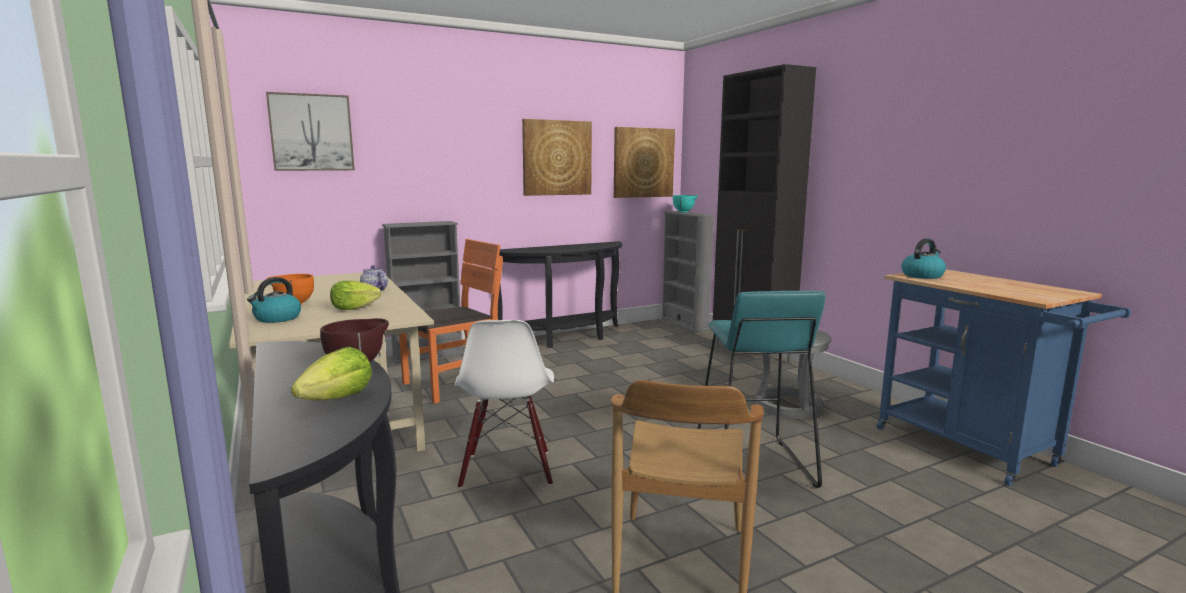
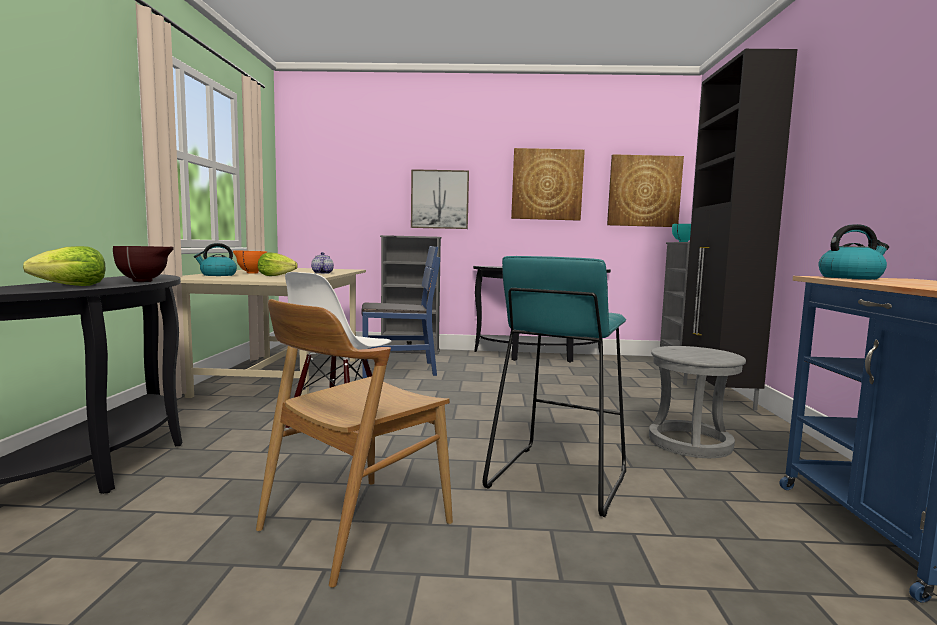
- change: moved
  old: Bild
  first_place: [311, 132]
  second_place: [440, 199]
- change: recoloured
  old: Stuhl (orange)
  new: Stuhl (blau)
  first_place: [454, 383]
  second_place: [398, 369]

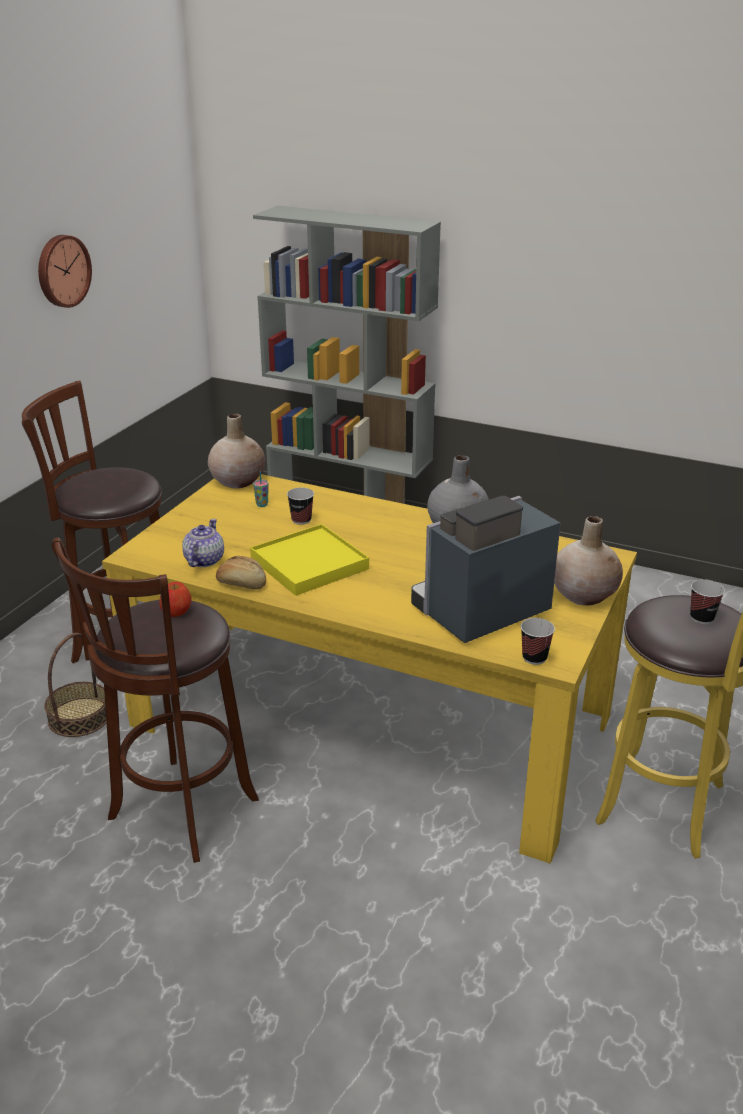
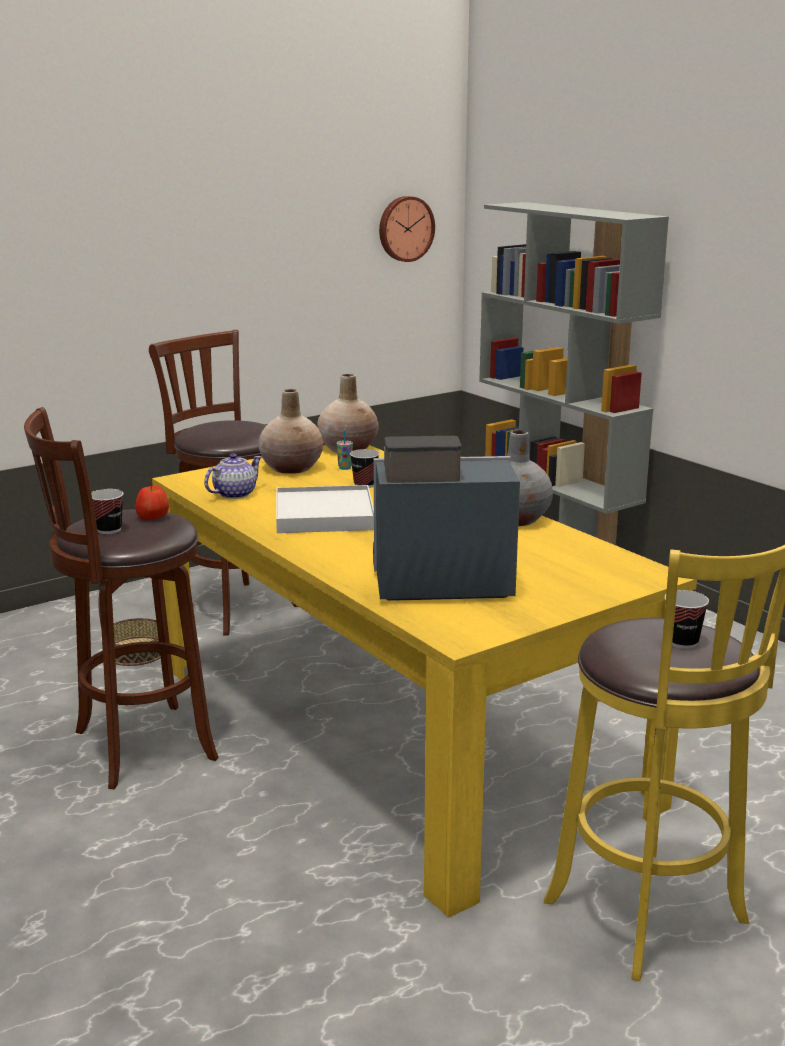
- change: moved
  old: Wanduhr
  first_place: [62, 271]
  second_place: [405, 228]
- change: removed
  old: Brot
  first_place: [242, 583]
- change: recoloured
  old: Tablett (gelb)
  new: Tablett (weiß)
  first_place: [309, 564]
  second_place: [324, 515]
- change: moved
  old: Tasse
  first_place: [534, 658]
  second_place: [109, 529]
- change: moved
  old: Vase (beige)
  first_place: [584, 594]
  second_place: [292, 468]

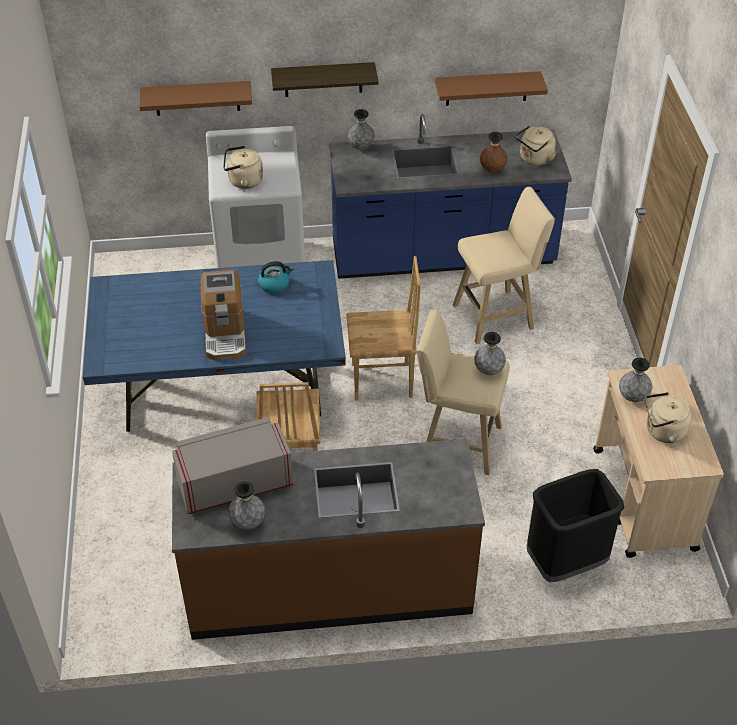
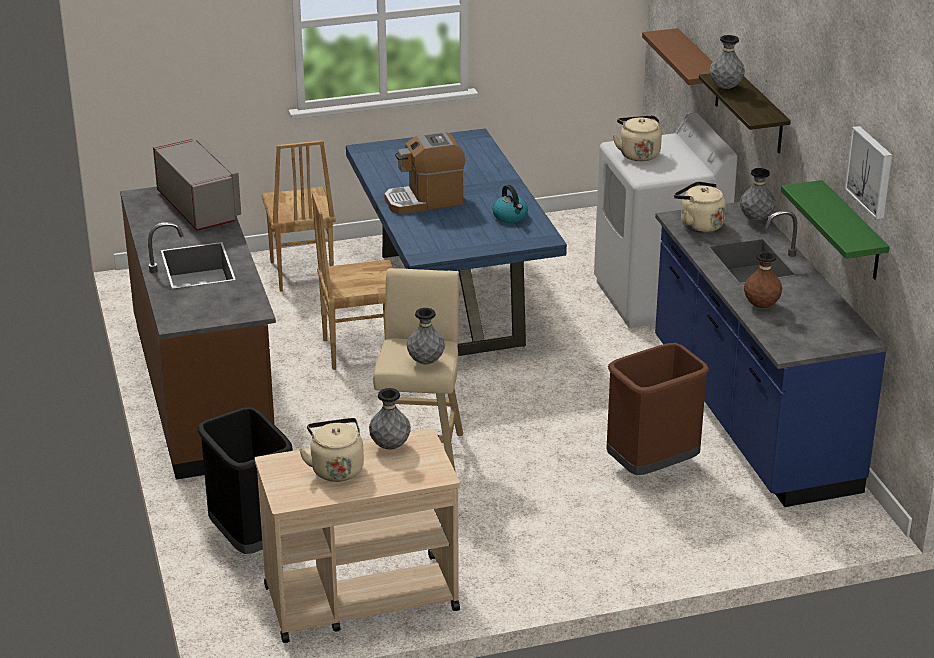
- change: moved
  old: Vase (grau)
  first_place: [248, 522]
  second_place: [725, 87]
- change: moved
  old: Stuhl (braun)
  first_place: [382, 381]
  second_place: [300, 274]
- change: recoloured
  old: Wandregal (braun)
  new: Wandregal (grün)
  first_place: [487, 88]
  second_place: [852, 232]
- change: replaced
  old: Hocker (beige)
  new: Mülleimer (braun)
  first_place: [497, 316]
  second_place: [652, 466]
- change: moved
  old: Wasserkessel (beige)
  first_place: [534, 159]
  second_place: [698, 225]
- change: added
  new: Bild
  second_place: [871, 171]

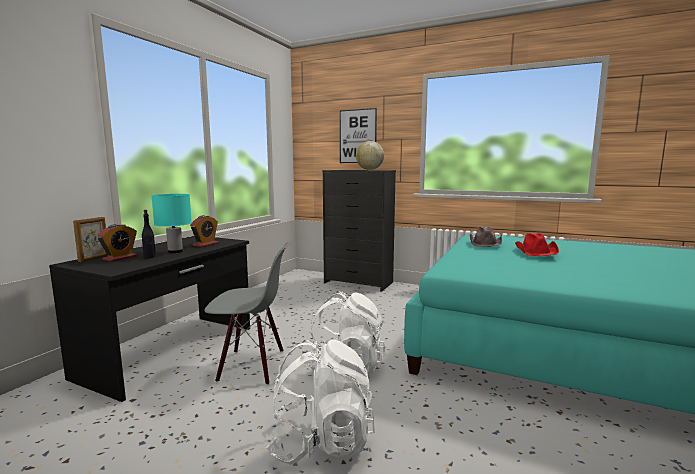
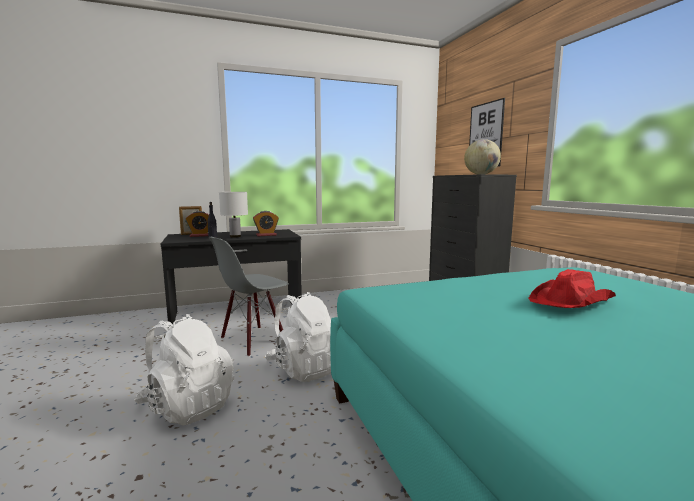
- change: recoloured
  old: Tischlampe (türkis)
  new: Tischlampe (weiß)
  first_place: [175, 251]
  second_place: [235, 236]
- change: turned
  old: Stuhl (grau)
  first_place: [252, 366]
  second_place: [253, 340]
  degrees: 90
- change: removed
  old: Hut (braun)
  first_place: [485, 243]

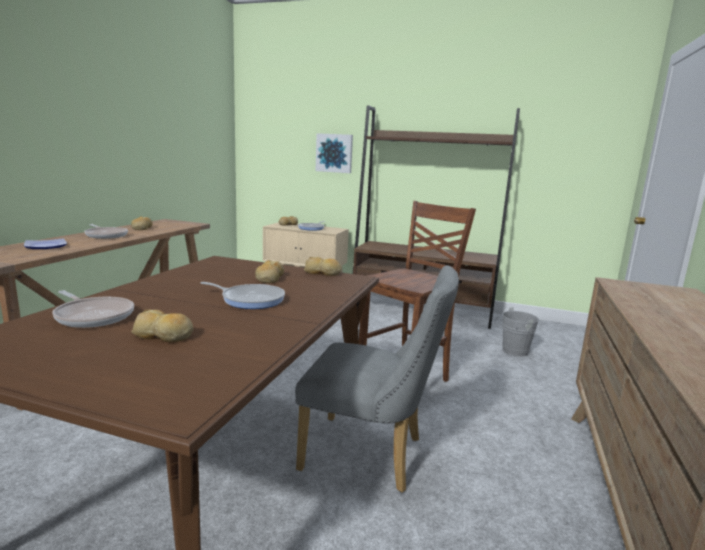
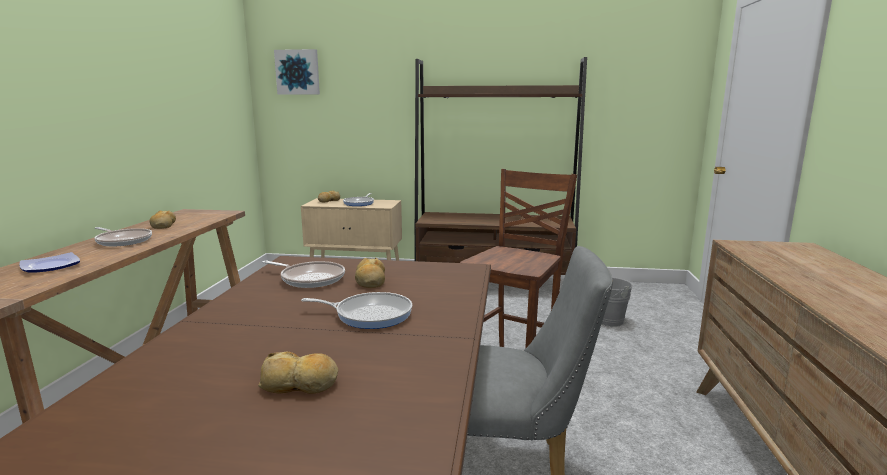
- change: moved
  old: Pfanne
  first_place: [93, 316]
  second_place: [310, 279]
- change: removed
  old: Brot
  first_place: [323, 273]
- change: moved
  old: Bild
  first_place: [334, 153]
  second_place: [298, 72]

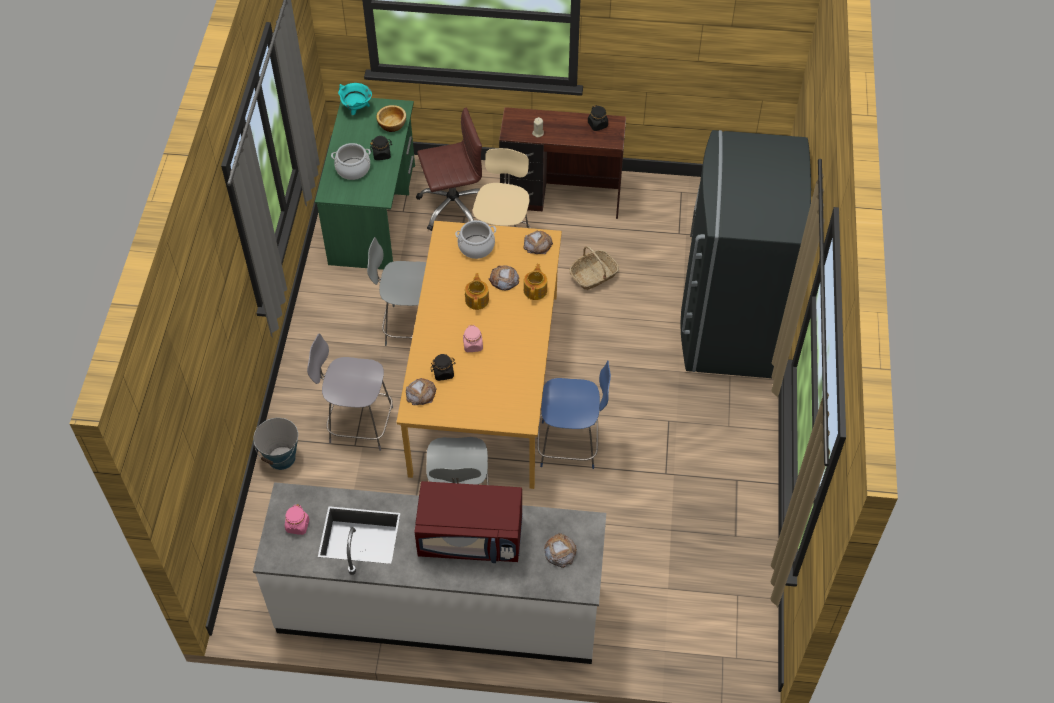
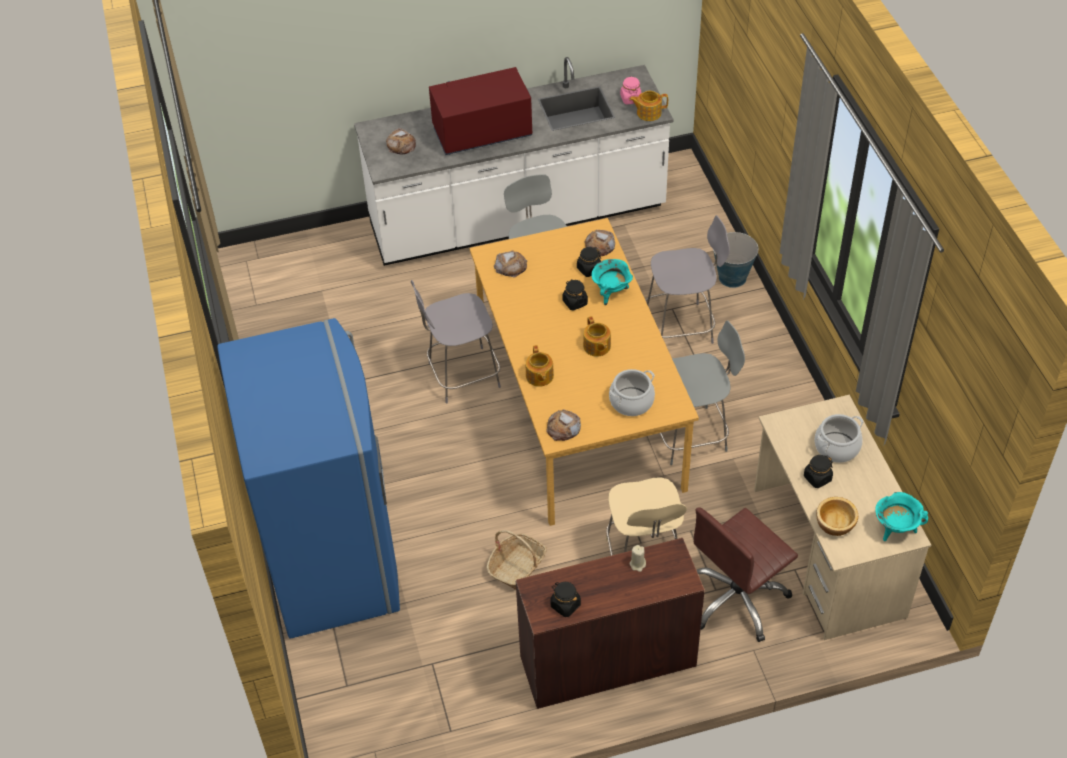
- change: recoloured
  old: Schreibtisch (grün)
  new: Schreibtisch (beige)
  first_place: [373, 214]
  second_place: [827, 552]
- change: recoloured
  old: Vorratsglas (rosa)
  new: Vorratsglas (schwarz)
  first_place: [473, 345]
  second_place: [574, 302]
- change: moved
  old: Brot
  first_place: [504, 279]
  second_place: [511, 266]
- change: recoloured
  old: Stuhl (blau)
  new: Stuhl (grau)
  first_place: [570, 445]
  second_place: [461, 375]
- change: recoloured
  old: Kühlschrank (grau)
  new: Kühlschrank (blau)
  first_place: [728, 324]
  second_place: [333, 559]
- change: added
  new: Kochtopf (türkis)
  second_place: [611, 293]
- change: added
  new: Teekanne
  second_place: [648, 113]

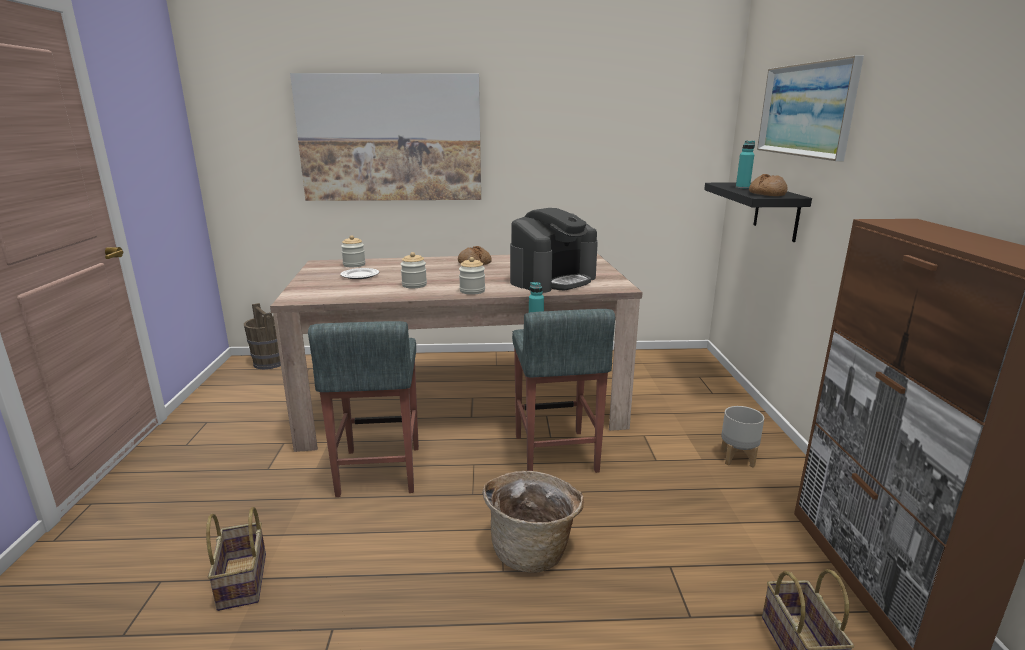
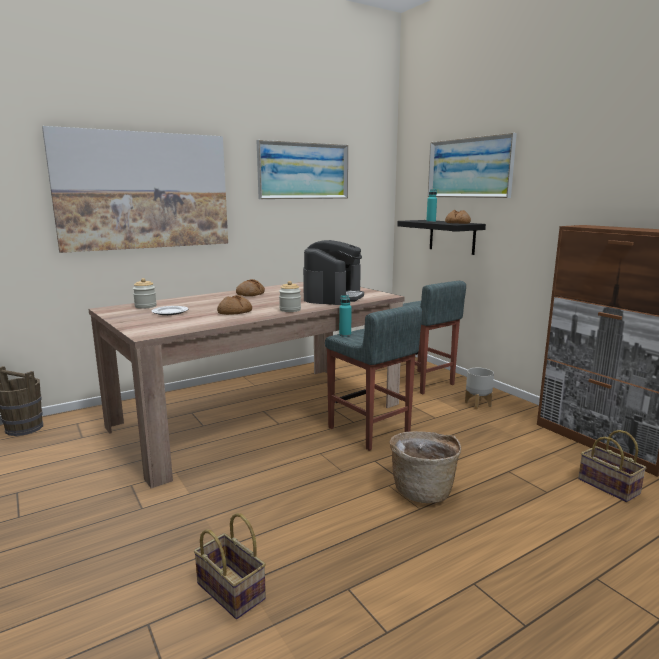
- change: moved
  old: Hocker (grau)
  first_place: [379, 471]
  second_place: [421, 382]
- change: replaced
  old: Vorratsglas
  new: Brot
  first_place: [414, 285]
  second_place: [235, 312]
- change: added
  new: Bild
  second_place: [303, 171]

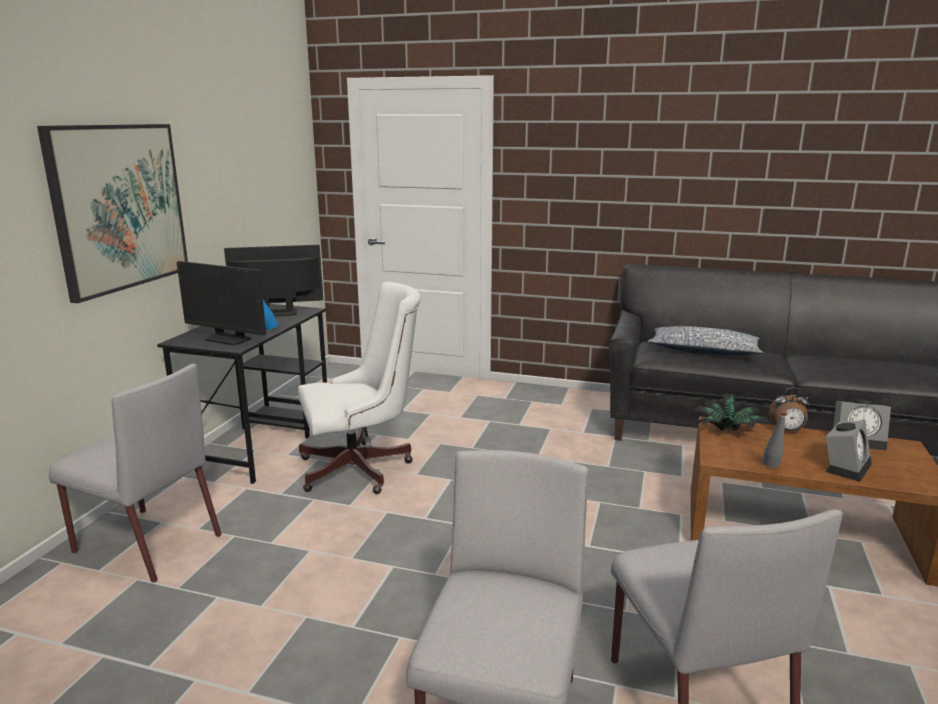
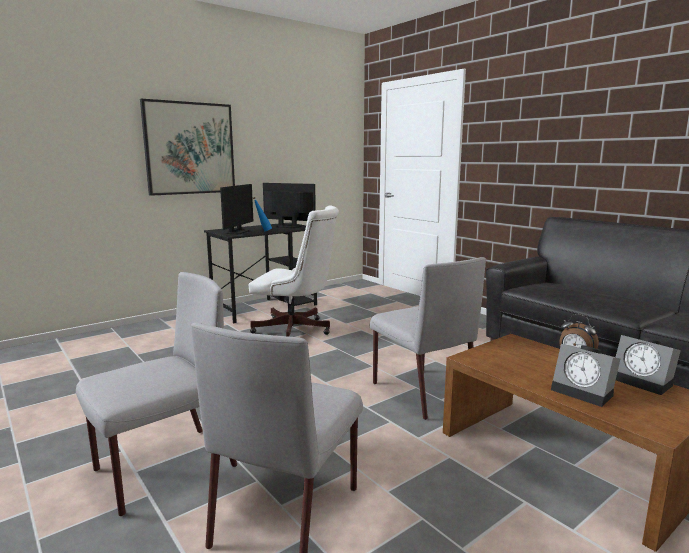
- change: moved
  old: Stuhl (grau)
  first_place: [146, 543]
  second_place: [421, 391]
- change: turned
  old: Monitor
  first_place: [228, 339]
  second_place: [237, 232]
  degrees: -135
- change: removed
  old: Kissen
  first_place: [703, 351]
- change: removed
  old: Topfpflanze
  first_place: [728, 432]
- change: removed
  old: Flasche (grau)
  first_place: [772, 468]
- change: turned
  old: Wecker
  first_place: [846, 466]
  second_place: [584, 392]
  degrees: 60

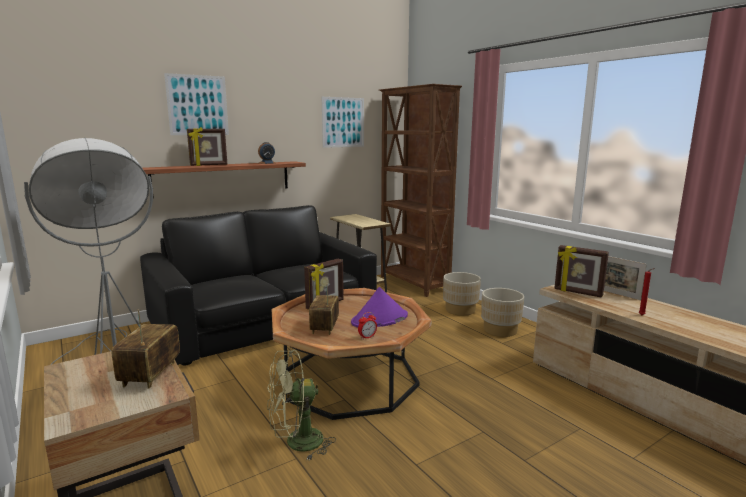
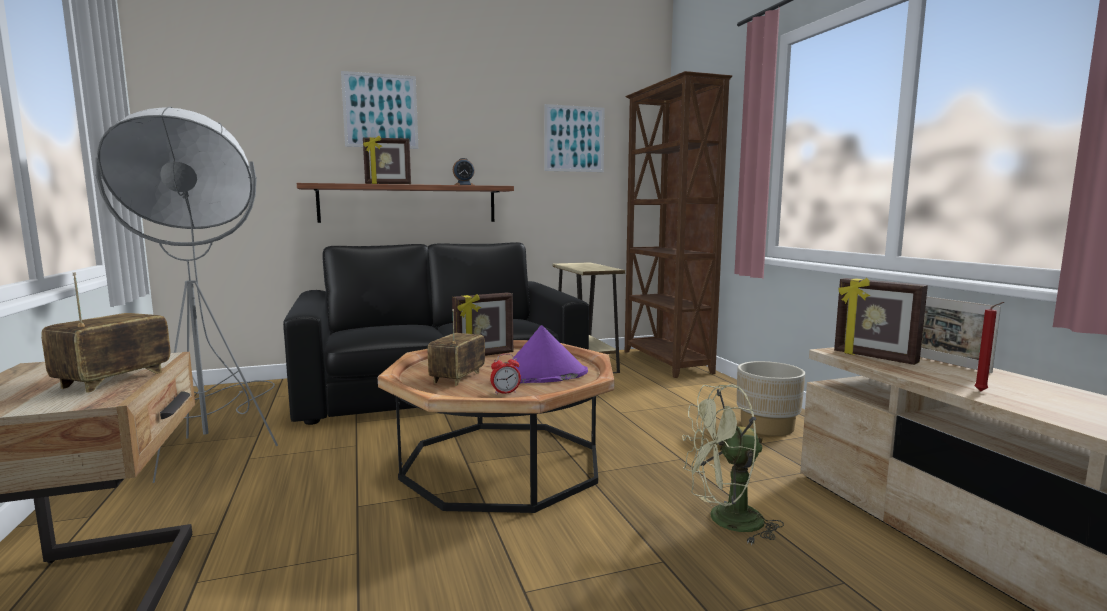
- change: moved
  old: Ventilator (grün)
  first_place: [296, 443]
  second_place: [725, 521]
- change: removed
  old: Pflanzkübel (beige)
  first_place: [460, 310]

